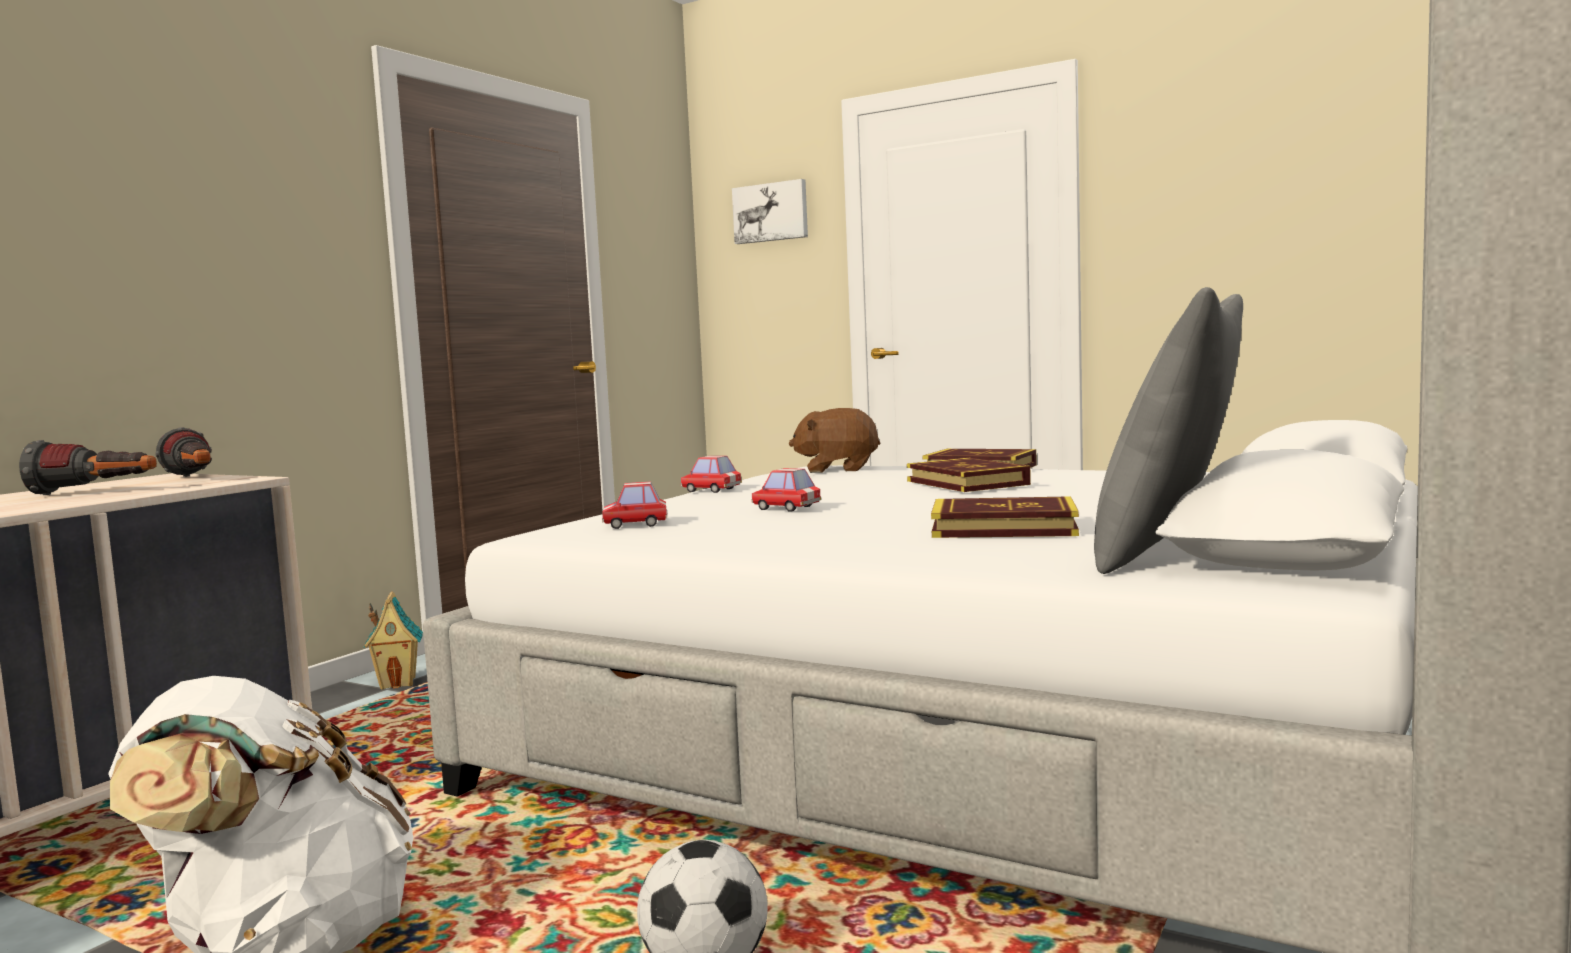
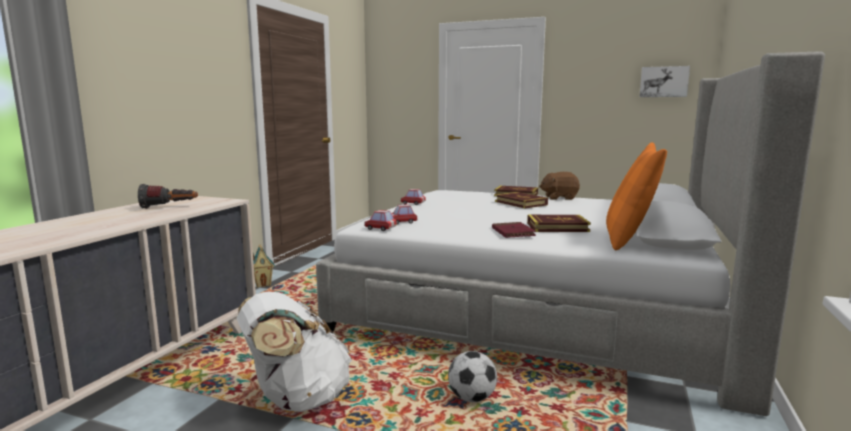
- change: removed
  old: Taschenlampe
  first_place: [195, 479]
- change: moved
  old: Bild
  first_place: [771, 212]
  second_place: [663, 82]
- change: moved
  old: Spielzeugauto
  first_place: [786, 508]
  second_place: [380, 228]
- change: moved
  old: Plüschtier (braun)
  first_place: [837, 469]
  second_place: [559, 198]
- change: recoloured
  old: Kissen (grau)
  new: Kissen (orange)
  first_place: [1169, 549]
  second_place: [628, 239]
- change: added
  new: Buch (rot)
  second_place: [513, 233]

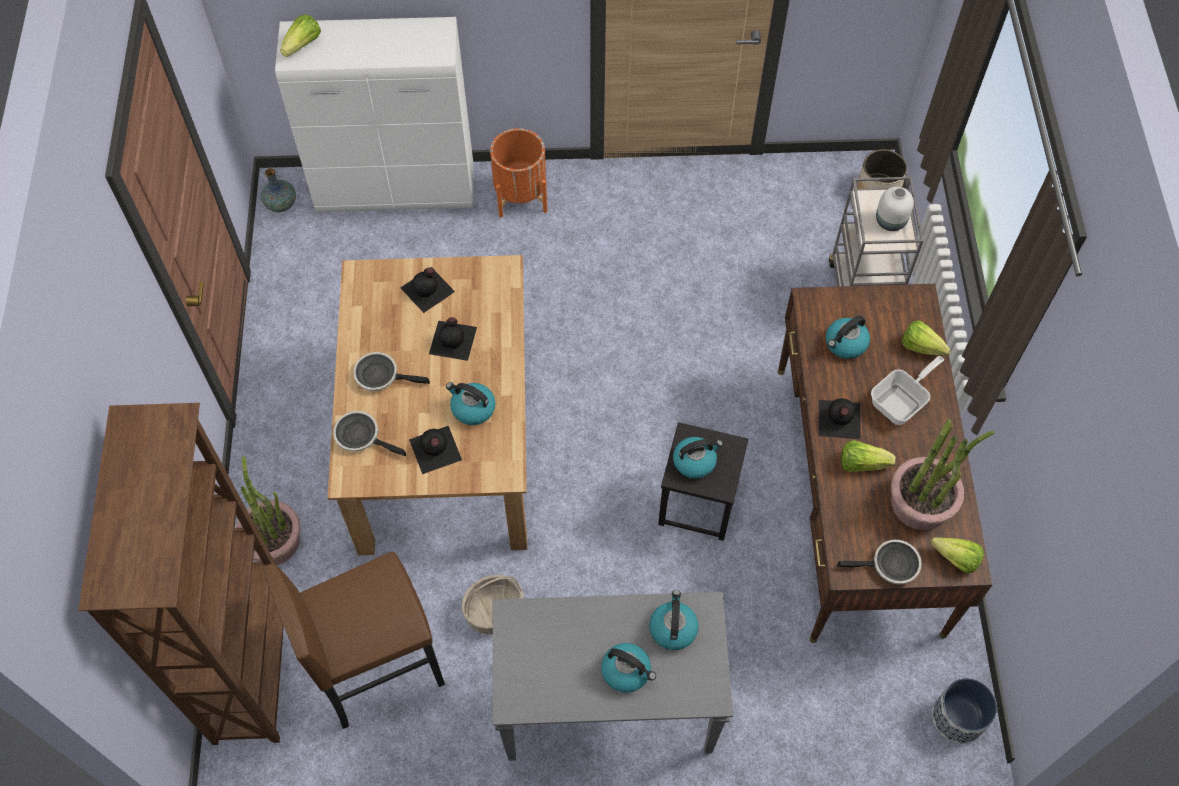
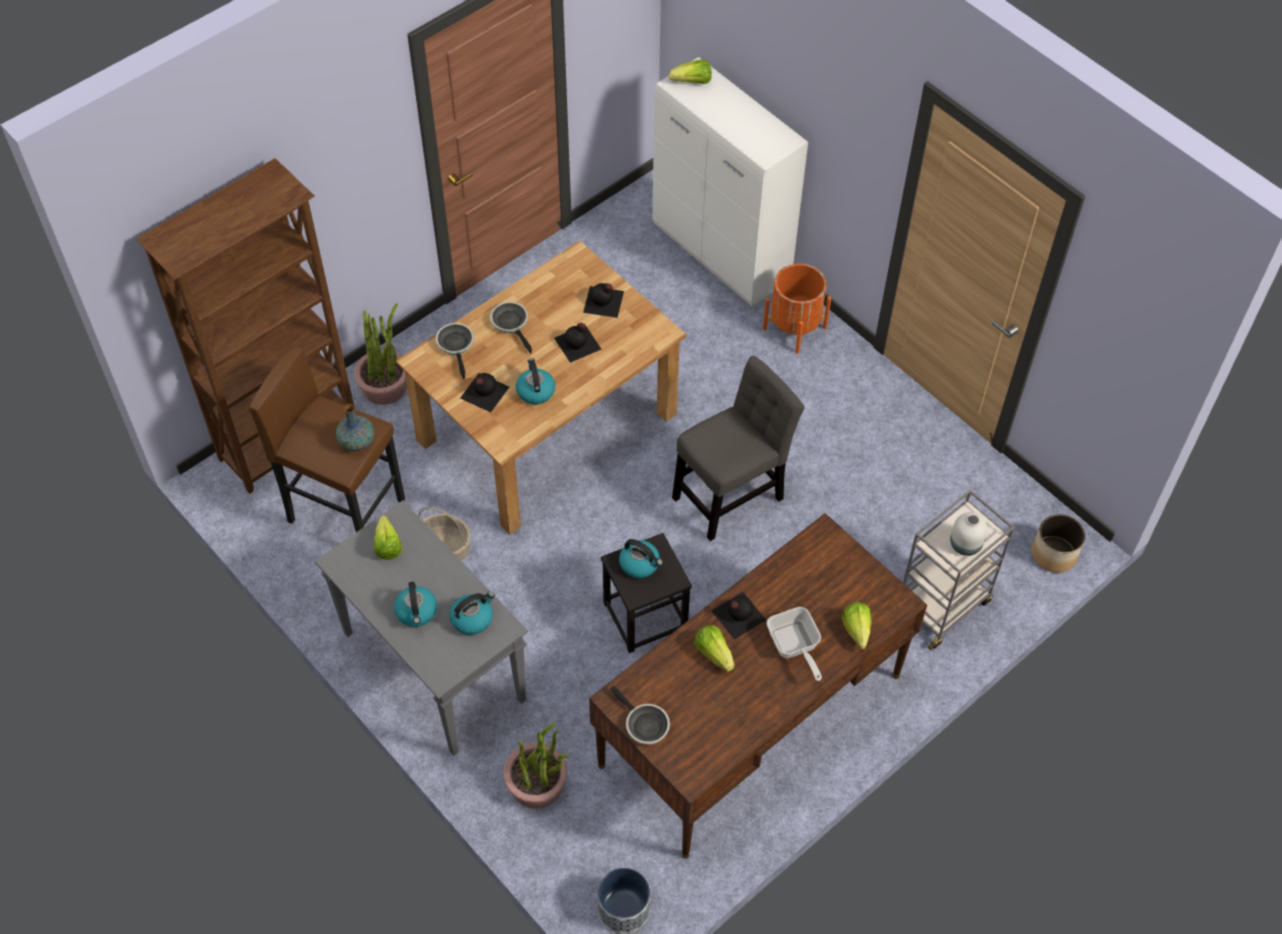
- change: moved
  old: Vase
  first_place: [281, 204]
  second_place: [357, 442]
- change: removed
  old: Wasserkessel
  first_place: [845, 344]
- change: turned
  old: Pfanne
  first_place: [902, 401]
  second_place: [794, 647]
  degrees: 60
- change: moved
  old: Topfpflanze
  first_place: [921, 502]
  second_place: [537, 784]
- change: moved
  old: Salatkopf
  first_place: [952, 556]
  second_place: [388, 542]
- change: added
  new: Stuhl (grau)
  second_place: [732, 494]

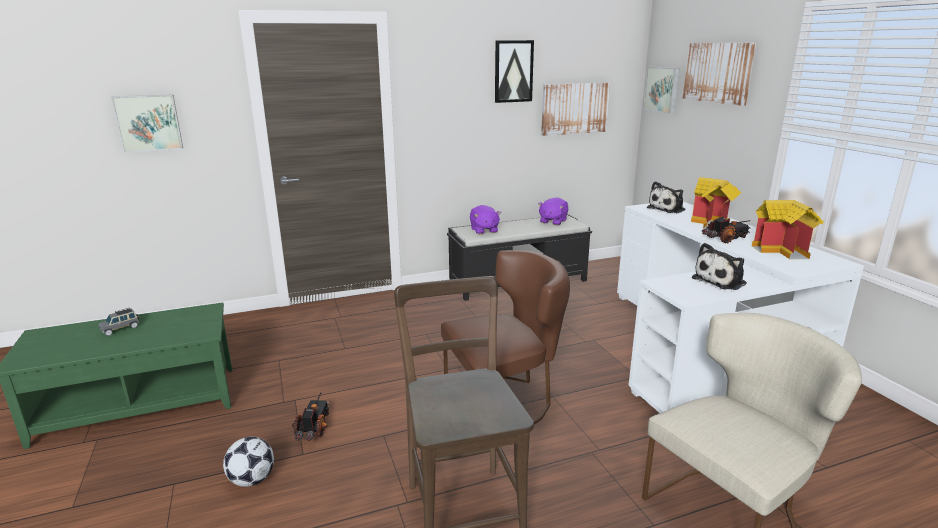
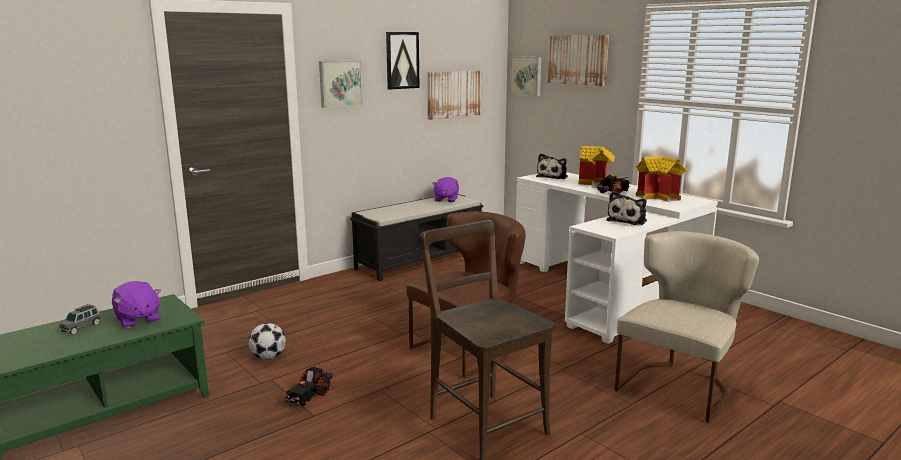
- change: moved
  old: Bild
  first_place: [149, 122]
  second_place: [340, 83]
- change: moved
  old: Fußball
  first_place: [252, 480]
  second_place: [268, 357]
- change: turned
  old: Spielzeuglaster
  first_place: [314, 428]
  second_place: [309, 396]
  degrees: -135
- change: moved
  old: Plüschtier (lila)
  first_place: [484, 230]
  second_place: [137, 320]

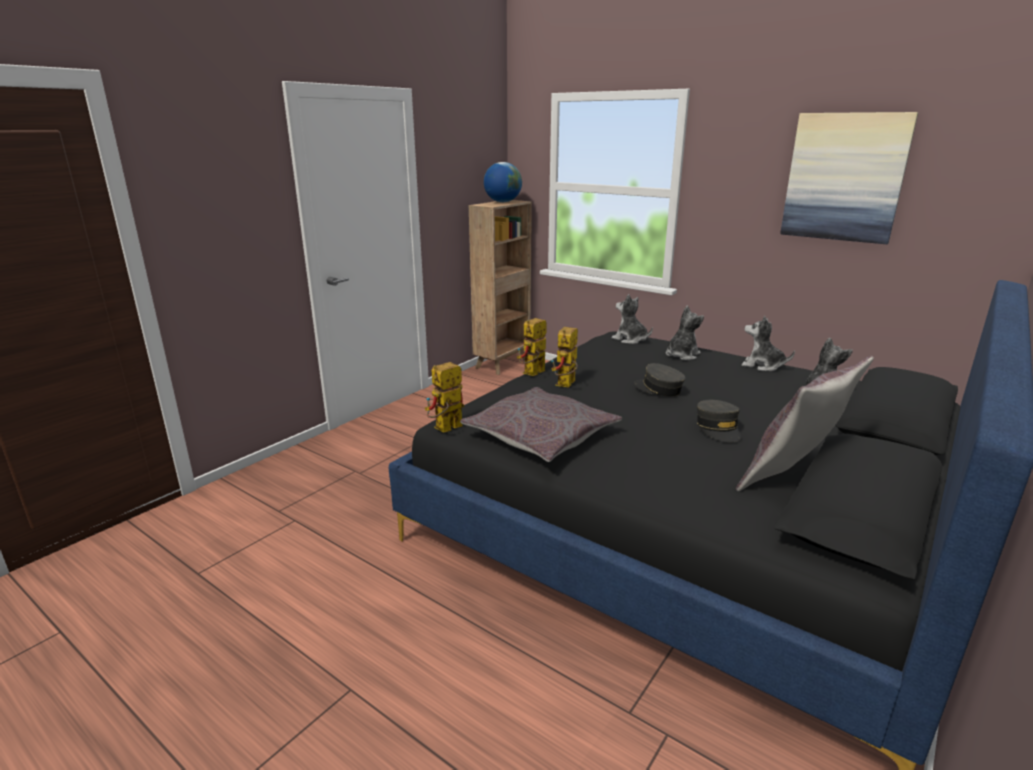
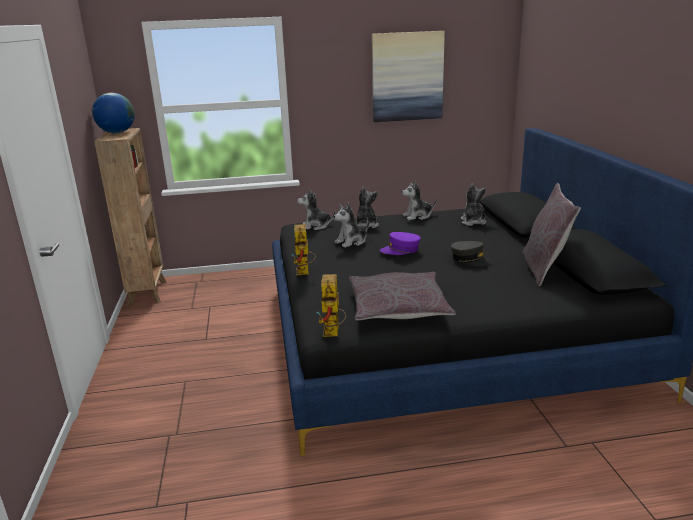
- change: removed
  old: Spielzeugroboter
  first_place: [566, 385]
- change: recoloured
  old: Kappe (grau)
  new: Kappe (lila)
  first_place: [658, 389]
  second_place: [400, 250]
- change: added
  new: Plüschtier
  second_place: [351, 242]

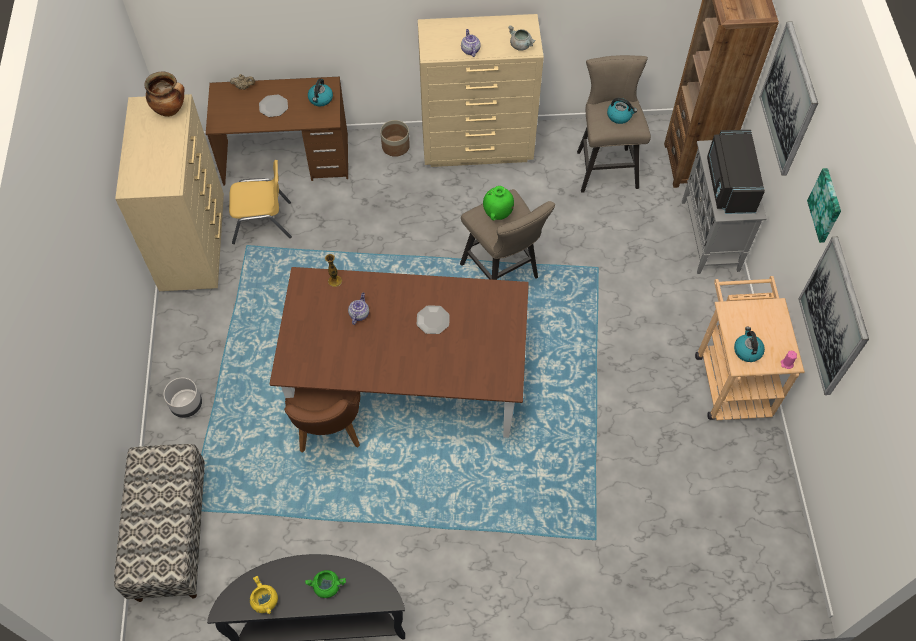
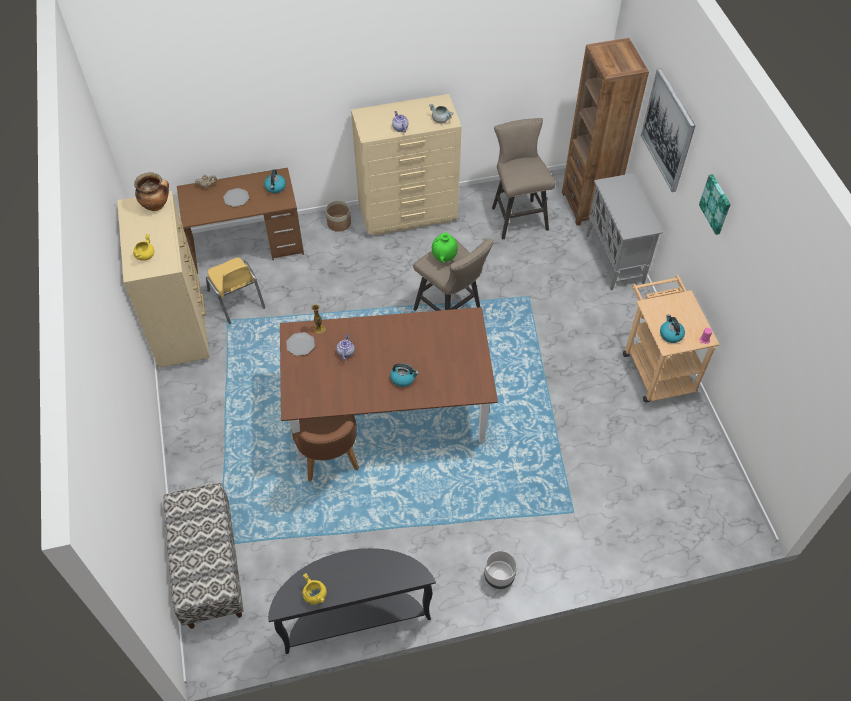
- change: moved
  old: Pflanzkübel (grau)
  first_place: [187, 405]
  second_place: [499, 576]
- change: turned
  old: Stuhl (gelb)
  first_place: [262, 222]
  second_place: [236, 299]
  degrees: 75
- change: removed
  old: Kochtopf (grün)
  first_place: [327, 586]
- change: moved
  old: Teller
  first_place: [433, 320]
  second_place: [300, 344]
- change: moved
  old: Wasserkessel
  first_place: [619, 116]
  second_place: [403, 378]
- change: removed
  old: Mikrowelle (schwarz)
  first_place: [729, 184]
- change: removed
  old: Bild
  first_place: [833, 317]
- change: added
  new: Kochtopf (gelb)
  second_place: [145, 255]

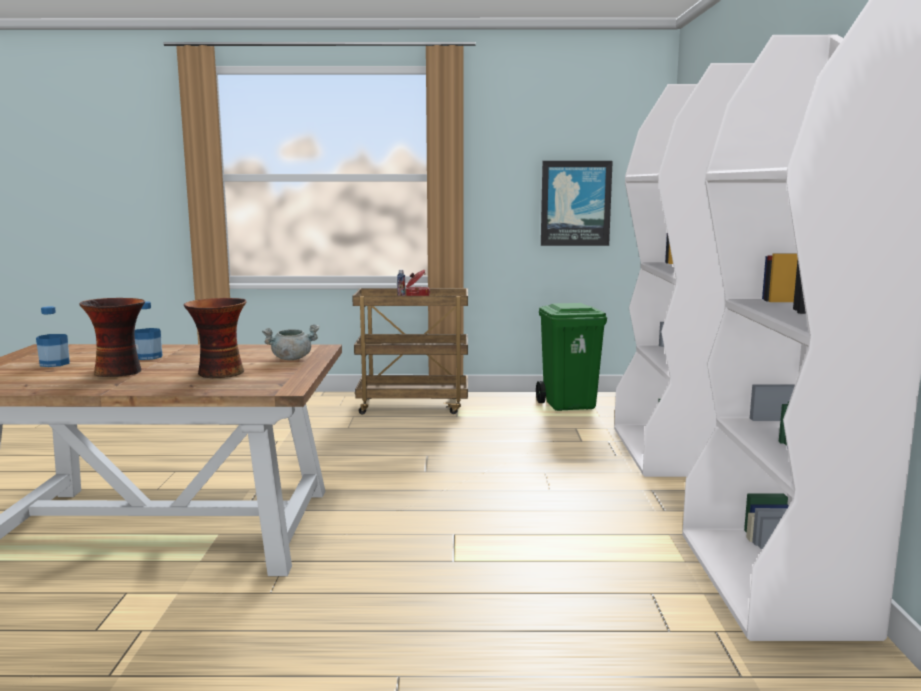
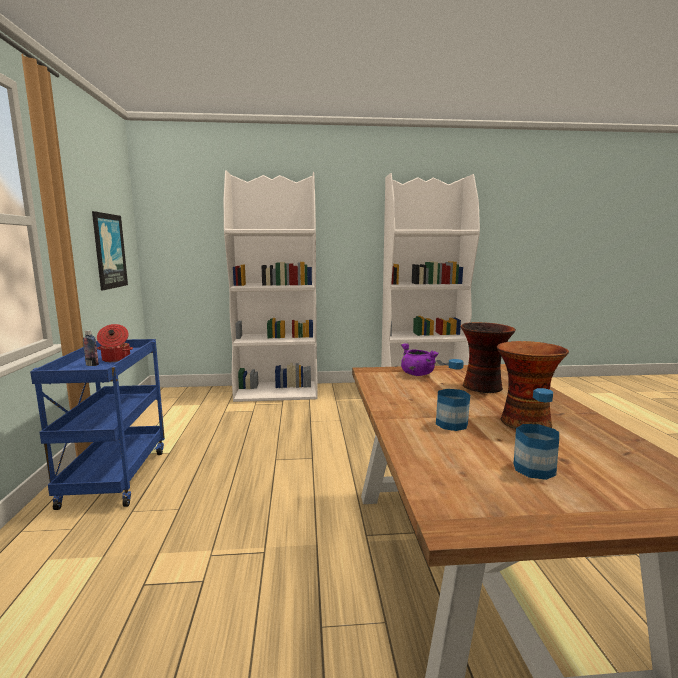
- change: recoloured
  old: Kochtopf (grau)
  new: Kochtopf (lila)
  first_place: [292, 358]
  second_place: [417, 374]
- change: recoloured
  old: Rollwagen (braun)
  new: Rollwagen (blau)
  first_place: [414, 405]
  second_place: [115, 476]
- change: removed
  old: Mülleimer (grün)
  first_place: [569, 405]

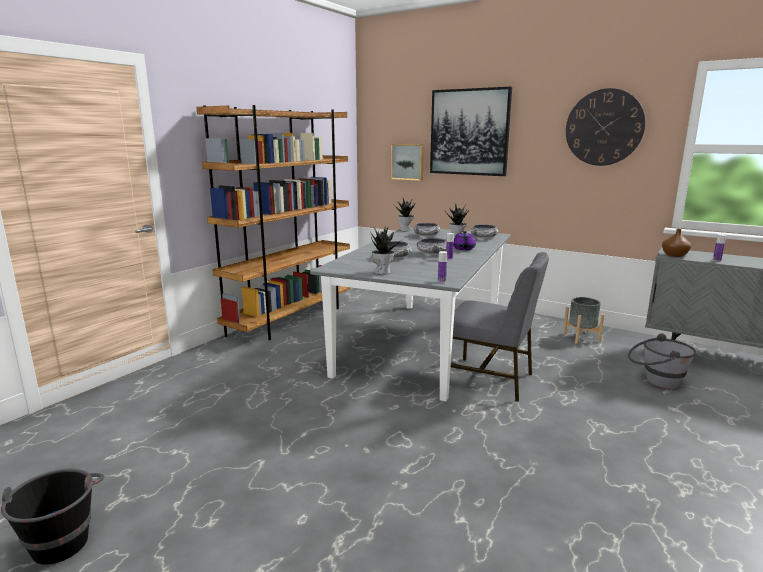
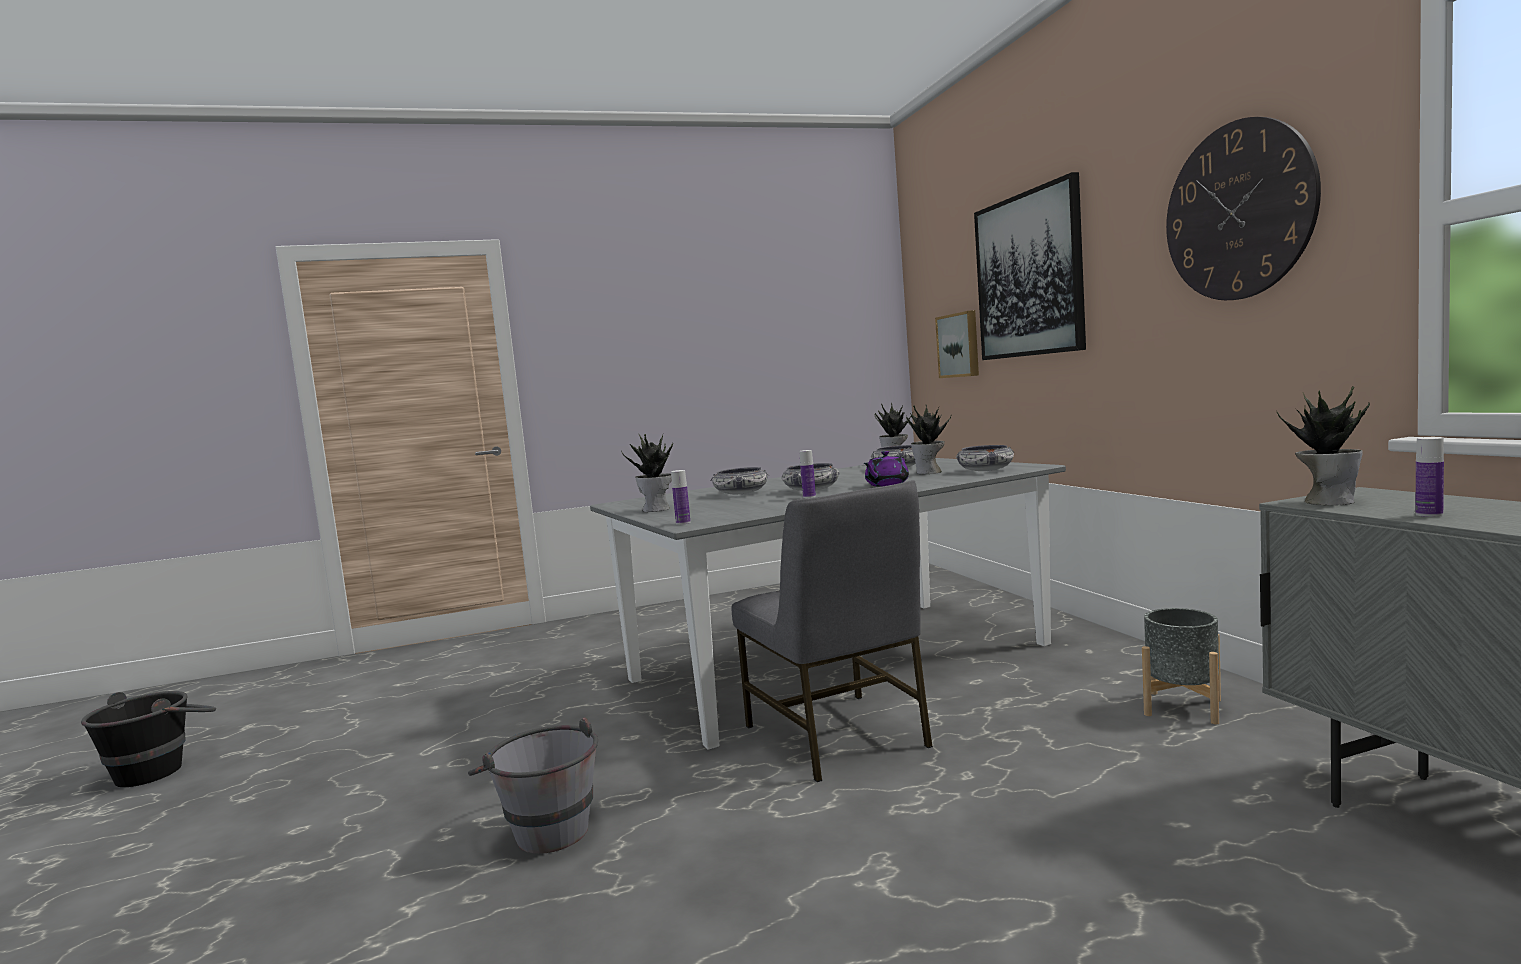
- change: removed
  old: Bücherregal (braun)
  first_place: [291, 319]
- change: moved
  old: Eimer (grau)
  first_place: [655, 381]
  second_place: [545, 828]
- change: replaced
  old: Vase (braun)
  new: Topfpflanze
  first_place: [674, 255]
  second_place: [1328, 501]

